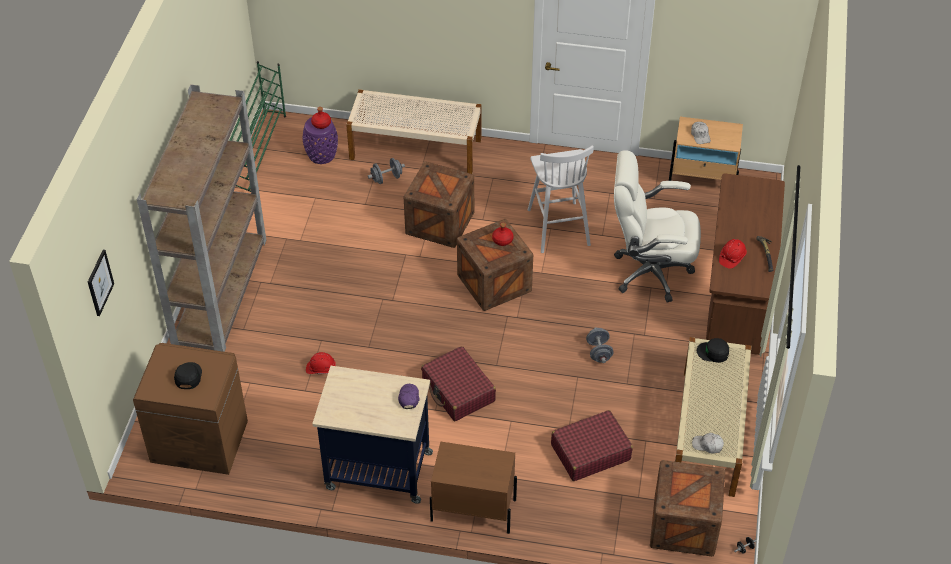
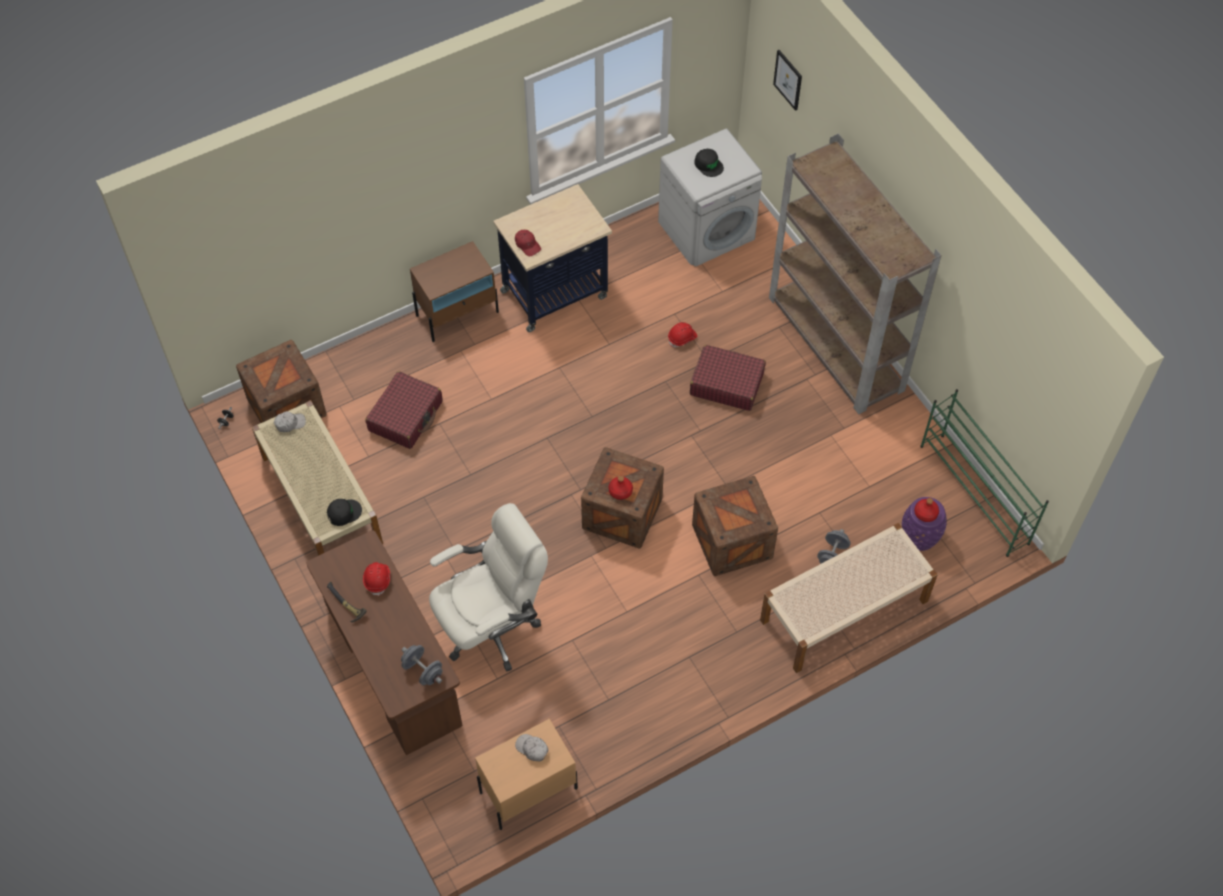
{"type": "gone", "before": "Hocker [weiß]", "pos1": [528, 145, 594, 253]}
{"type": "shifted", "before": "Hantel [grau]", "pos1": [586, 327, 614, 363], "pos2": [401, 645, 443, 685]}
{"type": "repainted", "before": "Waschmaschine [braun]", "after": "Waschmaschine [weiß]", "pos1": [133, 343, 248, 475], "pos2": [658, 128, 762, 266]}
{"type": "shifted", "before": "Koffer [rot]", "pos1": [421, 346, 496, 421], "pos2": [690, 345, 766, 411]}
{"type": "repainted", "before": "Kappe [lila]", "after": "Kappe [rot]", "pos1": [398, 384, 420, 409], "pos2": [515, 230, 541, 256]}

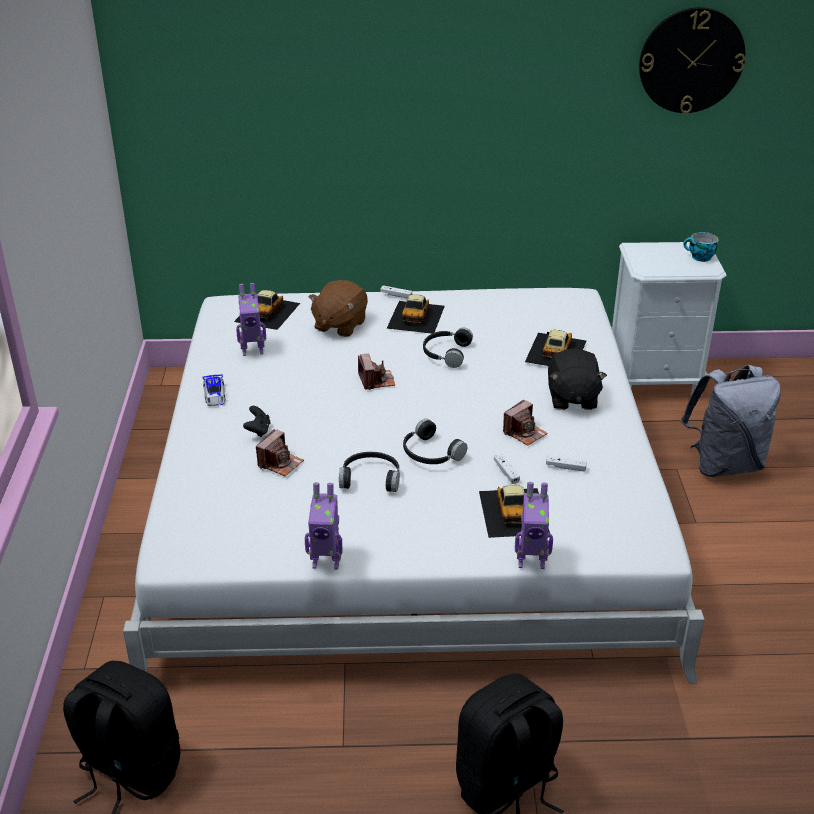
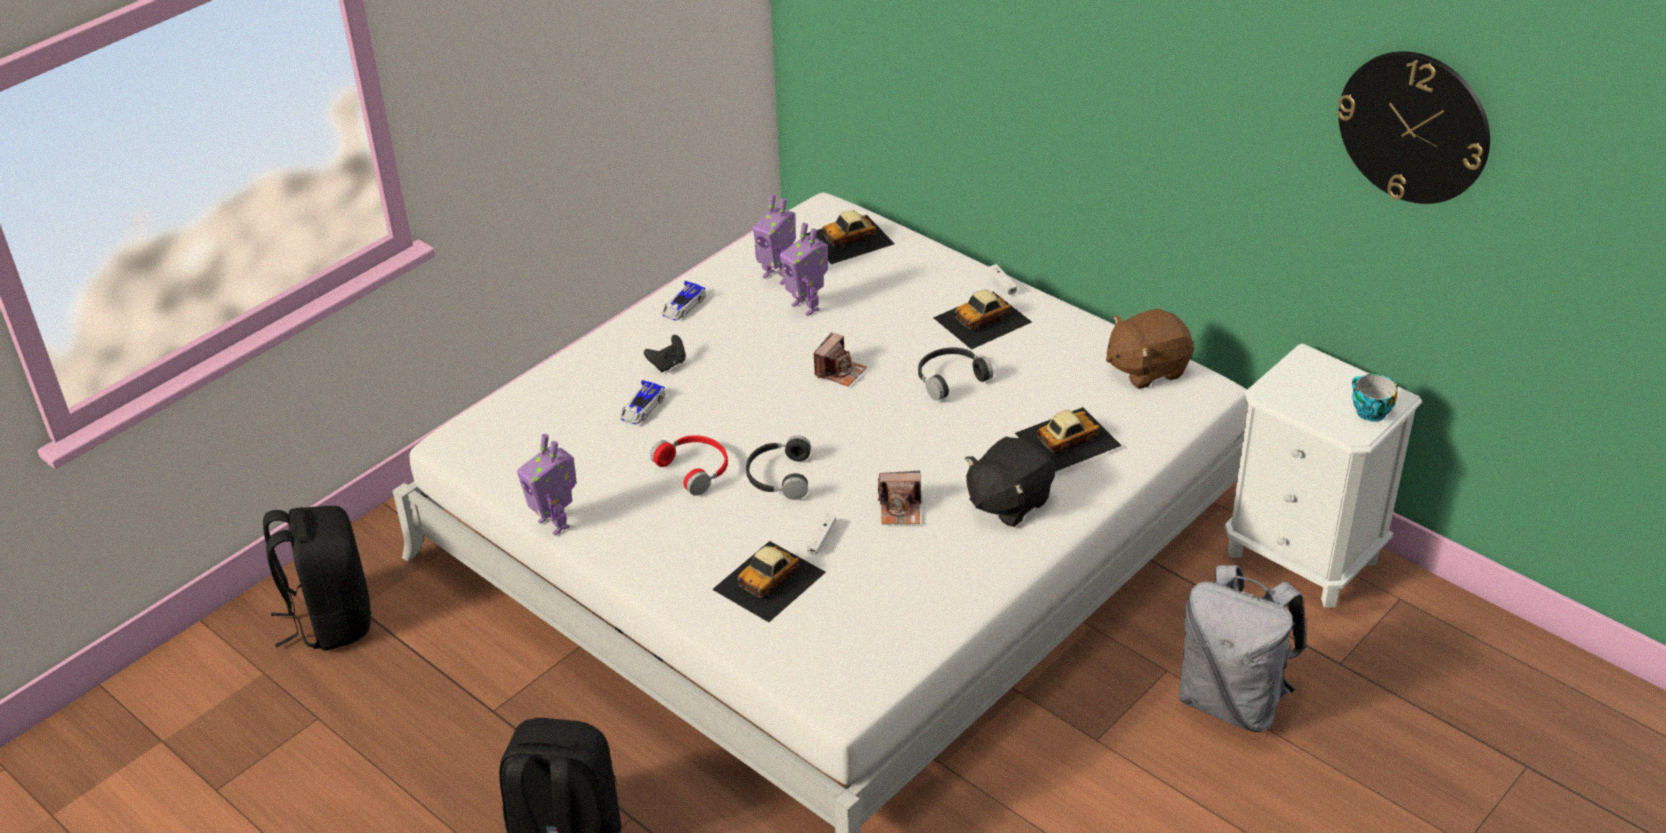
{"type": "shifted", "before": "Plüschtier [braun]", "pos1": [308, 280, 368, 337], "pos2": [1106, 308, 1194, 389]}
{"type": "swapped", "before": "Kamera", "after": "Spielzeugauto", "pos1": [256, 429, 304, 476], "pos2": [620, 380, 666, 425]}
{"type": "repainted", "before": "Kopfhörer [schwarz]", "after": "Kopfhörer [rot]", "pos1": [339, 452, 400, 492], "pos2": [650, 435, 728, 496]}
{"type": "gone", "before": "Gamepad [weiß]", "pos1": [546, 456, 587, 472]}
{"type": "shifted", "before": "Spielzeugroboter", "pos1": [515, 482, 553, 569], "pos2": [780, 223, 828, 316]}

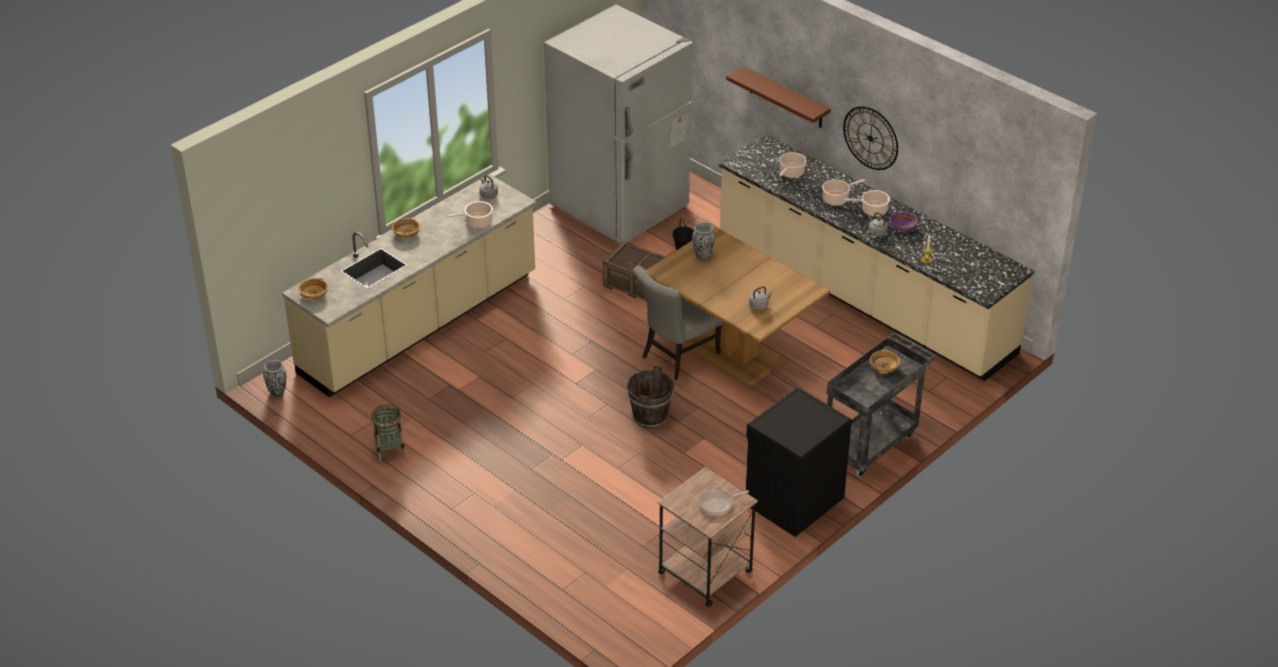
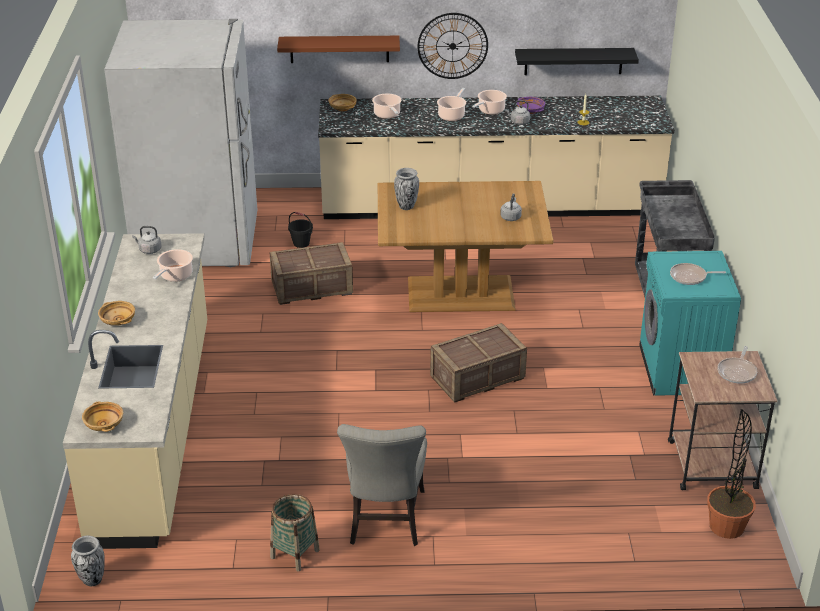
{"type": "shifted", "before": "Stuhl [grau]", "pos1": [633, 266, 723, 380], "pos2": [337, 424, 427, 546]}
{"type": "shifted", "before": "Schüssel [beige]", "pos1": [870, 349, 901, 374], "pos2": [328, 94, 357, 111]}
{"type": "swapped", "before": "Eimer [braun]", "after": "Kiste", "pos1": [627, 365, 674, 428], "pos2": [430, 323, 527, 403]}
{"type": "repainted", "before": "Waschmaschine [schwarz]", "after": "Waschmaschine [türkis]", "pos1": [746, 387, 852, 537], "pos2": [639, 251, 741, 396]}
{"type": "new", "after": "Wandregal [schwarz]", "pos2": [515, 48, 639, 75]}
{"type": "new", "after": "Pfanne", "pos2": [670, 263, 726, 285]}
{"type": "new", "after": "Topfpflanze", "pos2": [707, 409, 756, 539]}

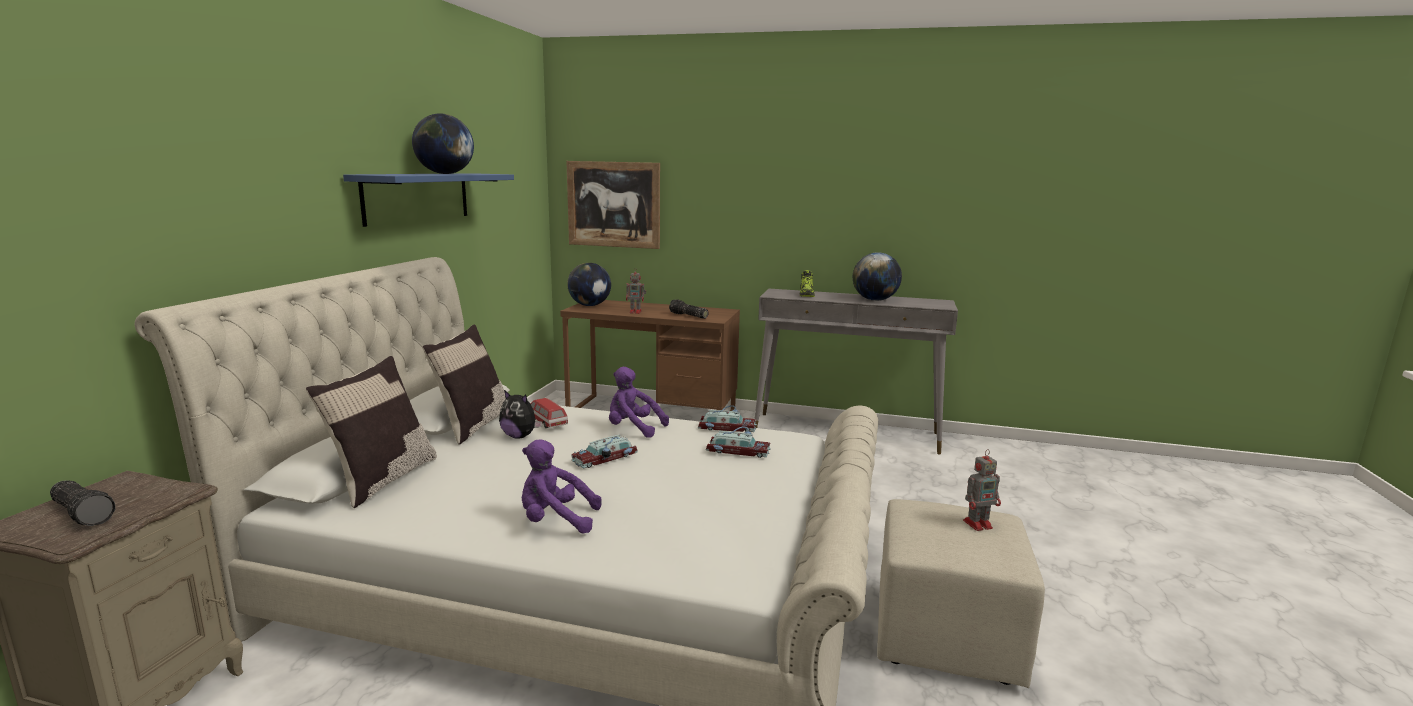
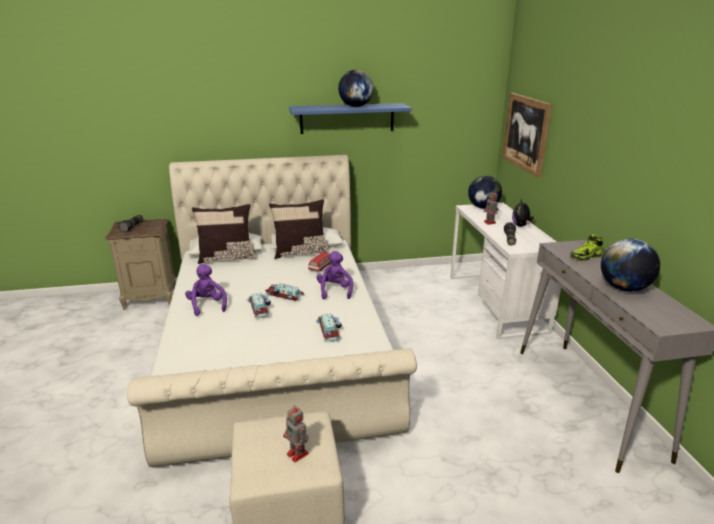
{"type": "repainted", "before": "Schreibtisch [braun]", "after": "Schreibtisch [weiß]", "pos1": [560, 300, 740, 411], "pos2": [450, 203, 561, 339]}
{"type": "shifted", "before": "Plüschtier", "pos1": [499, 390, 542, 439], "pos2": [512, 200, 534, 227]}
{"type": "shifted", "before": "Spielzeugauto", "pos1": [698, 405, 757, 432], "pos2": [247, 292, 271, 318]}

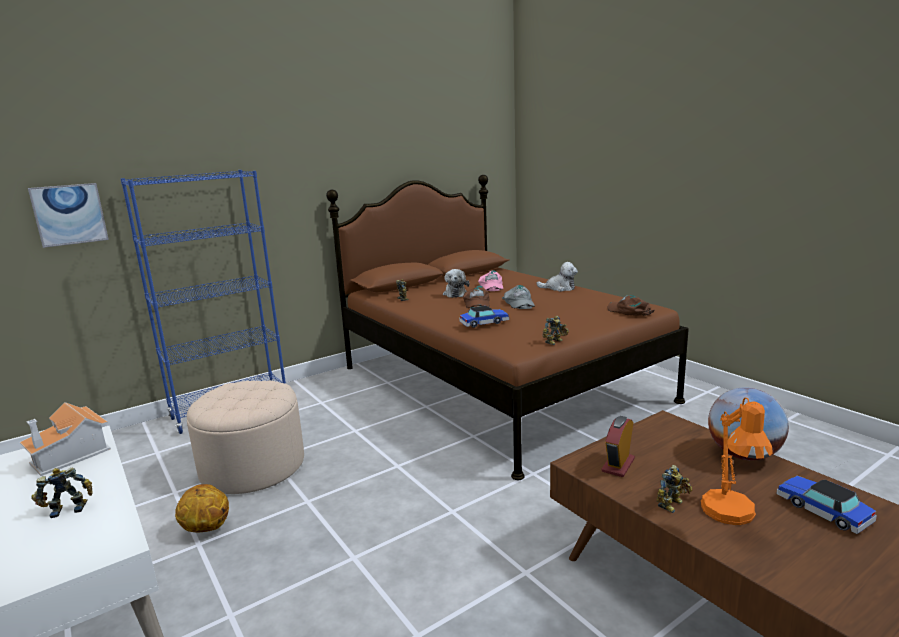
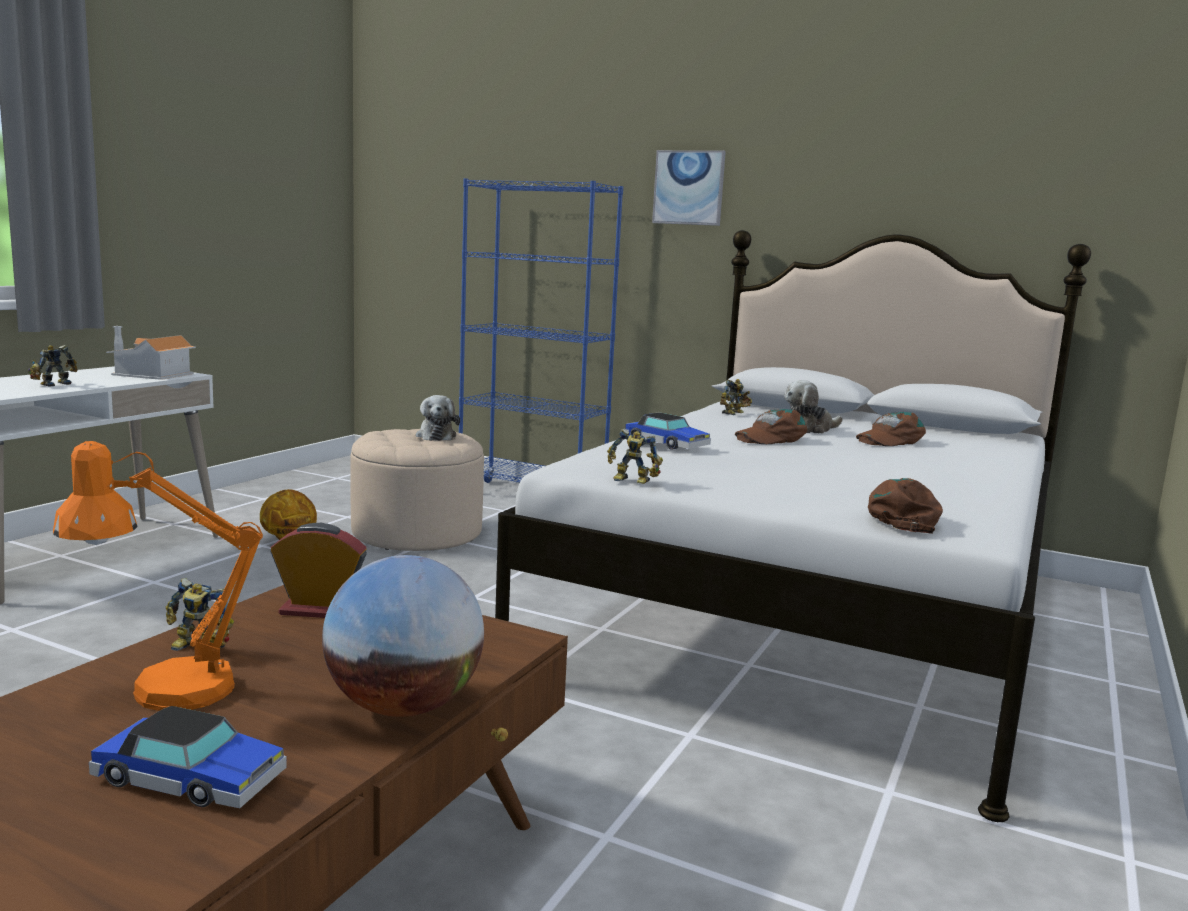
{"type": "repainted", "before": "Bett [braun]", "after": "Bett [weiß]", "pos1": [326, 175, 689, 480], "pos2": [495, 230, 1091, 822]}
{"type": "shifted", "before": "Bild", "pos1": [28, 183, 109, 248], "pos2": [652, 150, 726, 226]}
{"type": "shifted", "before": "Plüschtier", "pos1": [536, 262, 578, 292], "pos2": [416, 395, 460, 441]}
{"type": "repainted", "before": "Kappe [rosa]", "after": "Kappe [braun]", "pos1": [478, 270, 503, 291], "pos2": [856, 412, 926, 446]}
{"type": "gone", "before": "Kappe [grau]", "pos1": [502, 285, 535, 309]}
{"type": "rotated", "before": "Spielzeugroboter", "pos1": [31, 468, 93, 518], "pos2": [28, 345, 78, 386], "turn": -105}
{"type": "rotated", "before": "Spielzeugauto", "pos1": [776, 476, 877, 534], "pos2": [89, 706, 287, 808], "turn": 75}

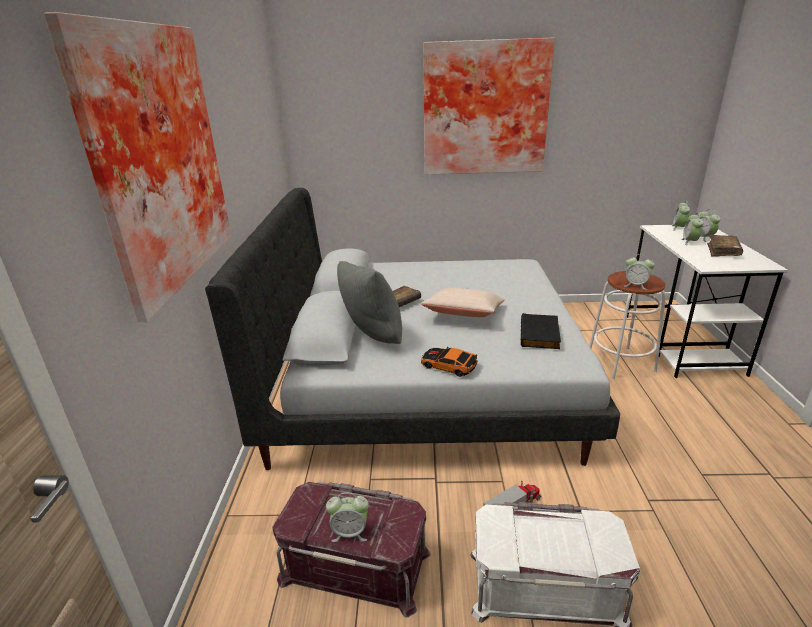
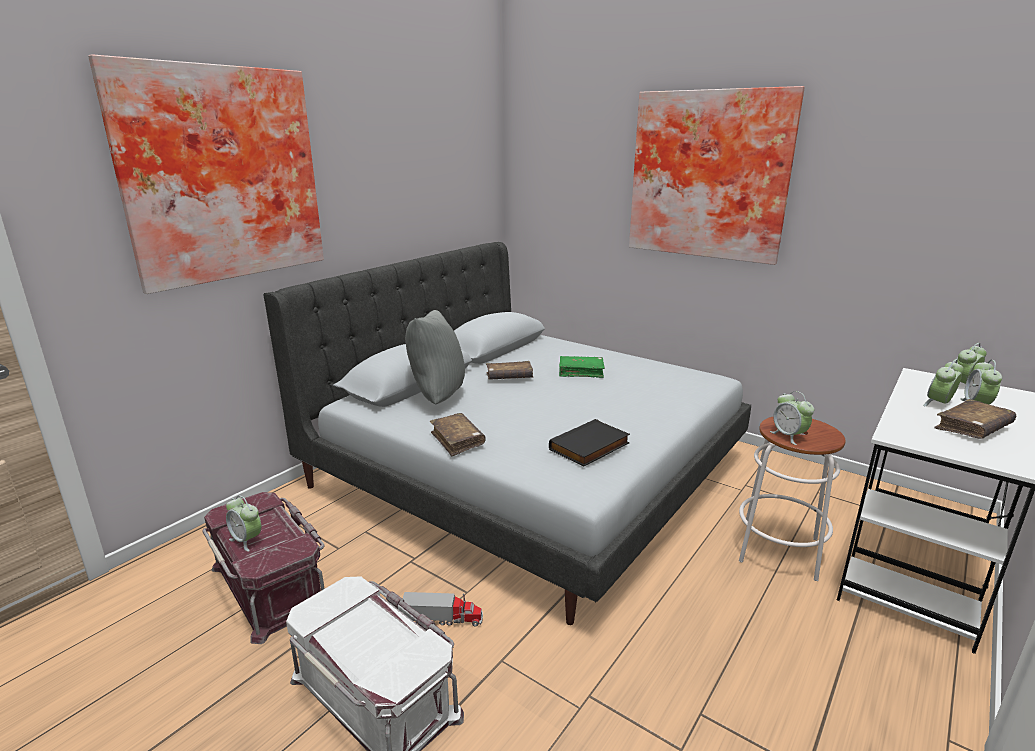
{"type": "gone", "before": "Kissen [beige]", "pos1": [421, 288, 505, 317]}
{"type": "swapped", "before": "Spielzeugauto", "after": "Buch [braun]", "pos1": [421, 347, 478, 377], "pos2": [430, 413, 486, 456]}
{"type": "new", "after": "Buch [grün]", "pos2": [559, 356, 605, 378]}

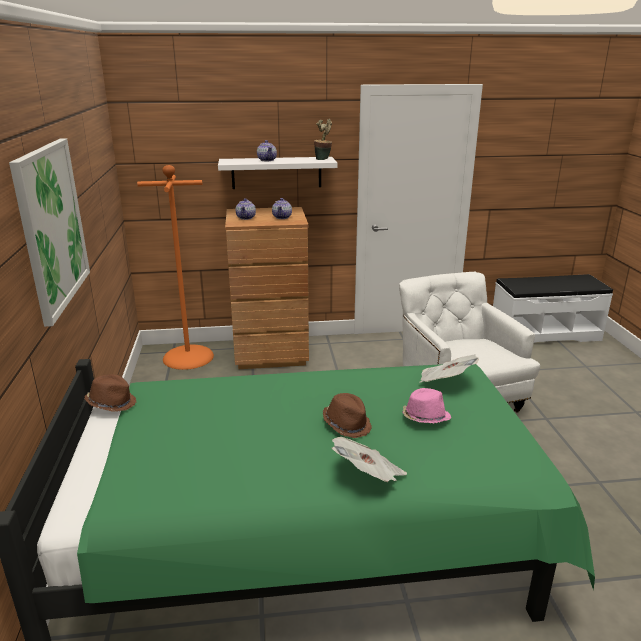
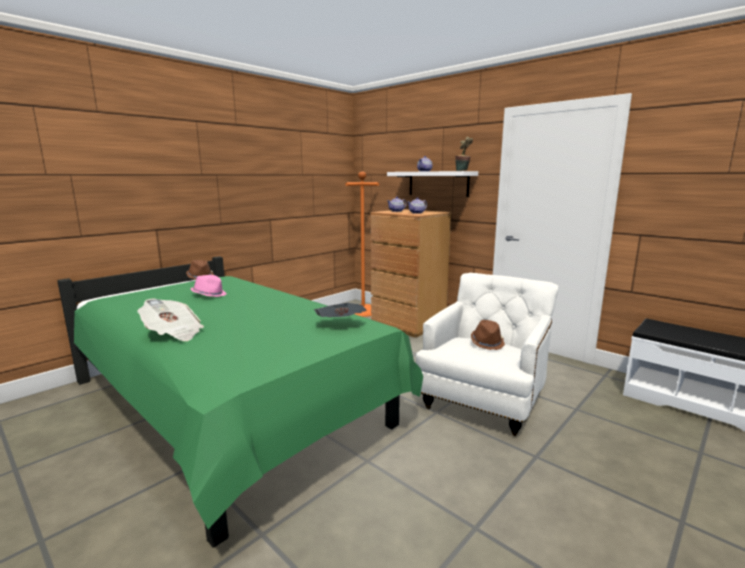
{"type": "gone", "before": "Bild", "pos1": [9, 138, 90, 327]}
{"type": "shifted", "before": "Hut [rosa]", "pos1": [402, 388, 451, 424], "pos2": [191, 275, 227, 297]}
{"type": "shifted", "before": "Hut [braun]", "pos1": [323, 393, 372, 438], "pos2": [471, 320, 505, 350]}

